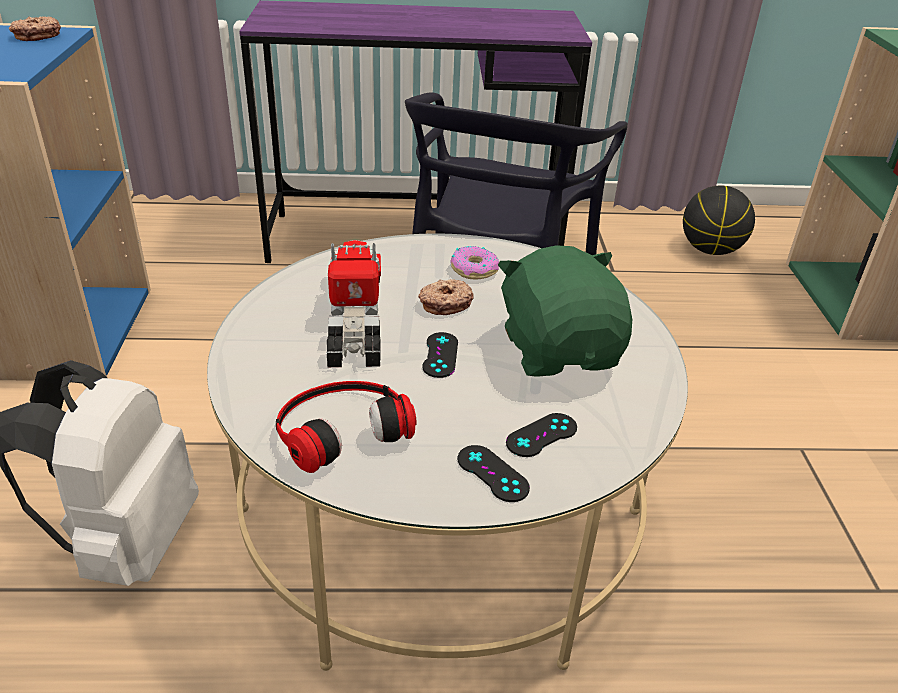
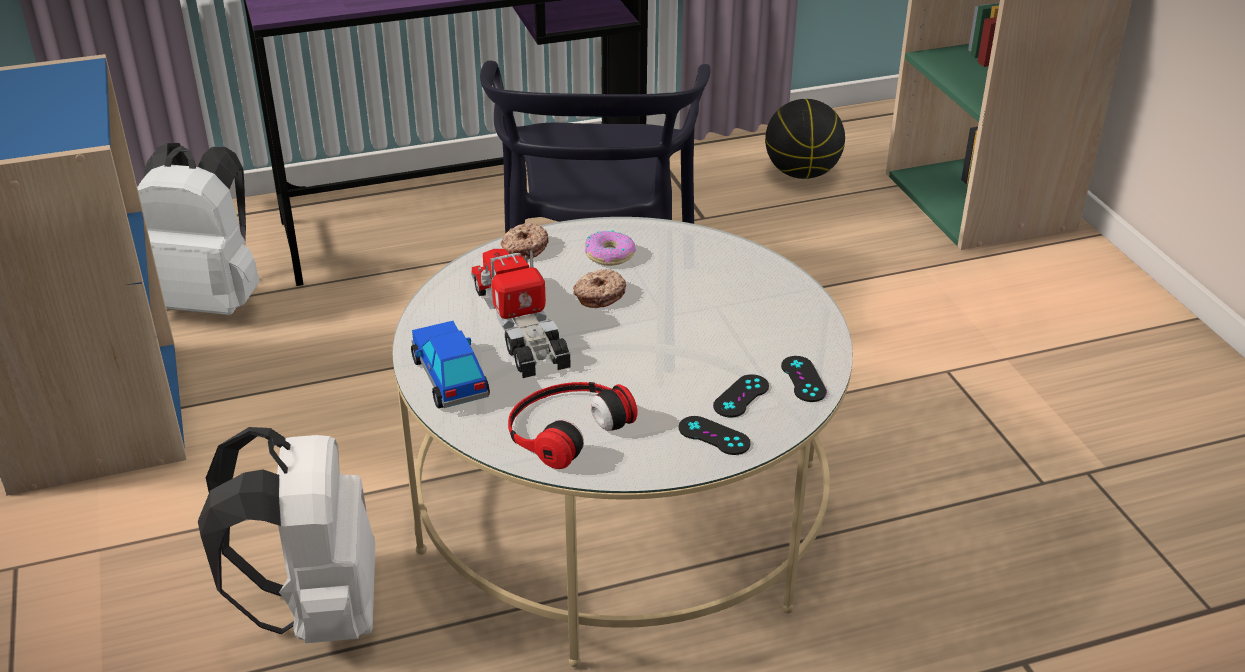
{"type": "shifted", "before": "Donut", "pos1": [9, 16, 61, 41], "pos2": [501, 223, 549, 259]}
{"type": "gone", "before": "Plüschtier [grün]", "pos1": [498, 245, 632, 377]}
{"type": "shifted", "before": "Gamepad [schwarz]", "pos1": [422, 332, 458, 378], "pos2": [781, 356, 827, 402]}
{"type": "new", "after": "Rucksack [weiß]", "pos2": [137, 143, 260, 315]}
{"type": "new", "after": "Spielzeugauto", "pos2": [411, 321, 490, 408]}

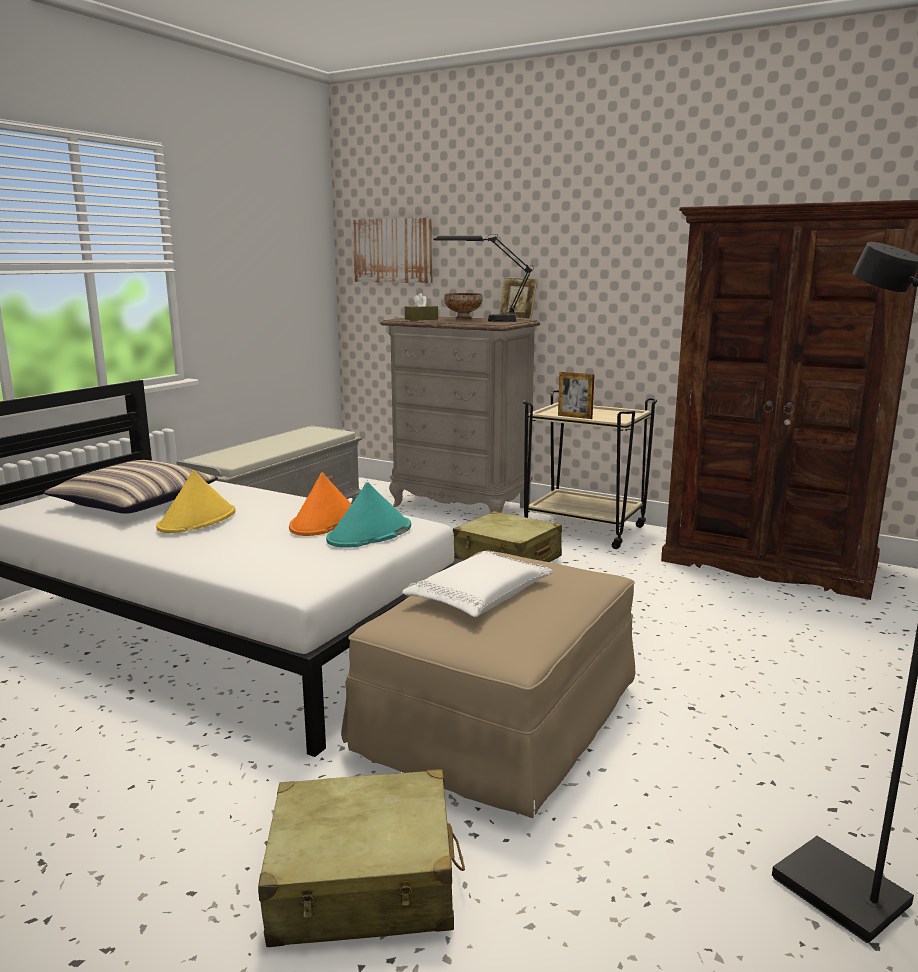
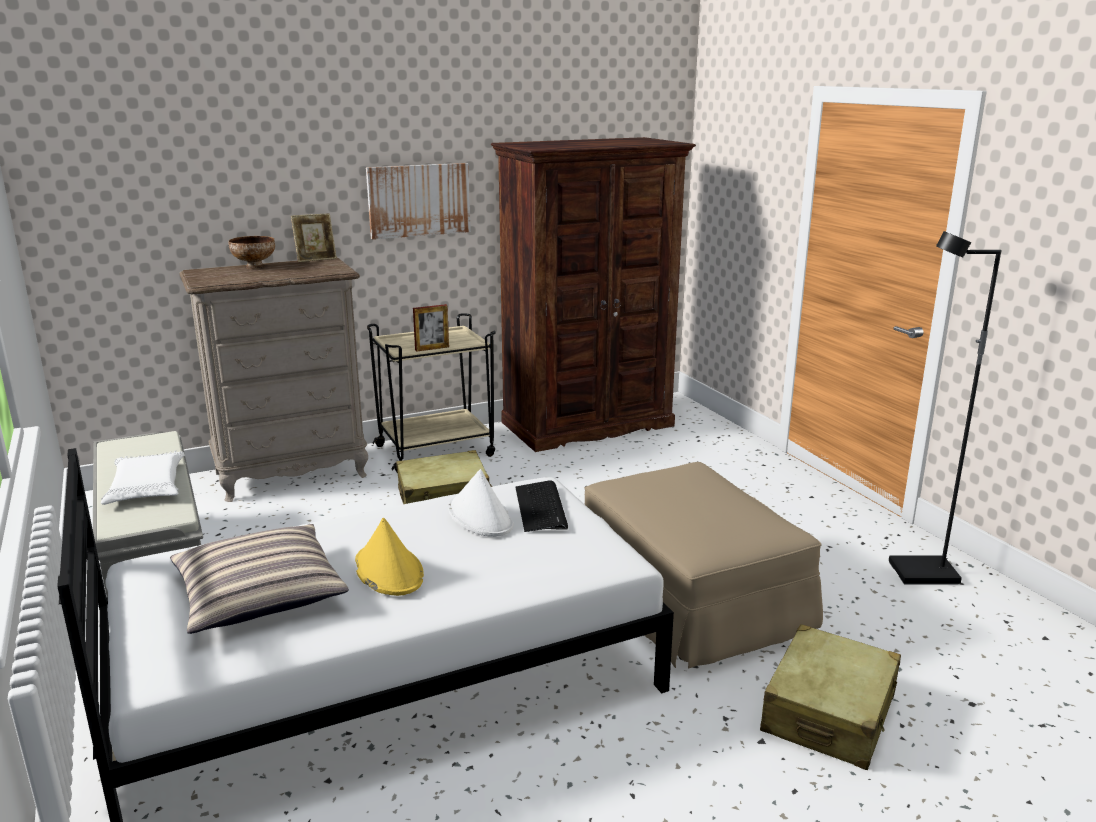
{"type": "shifted", "before": "Bild", "pos1": [353, 218, 432, 283], "pos2": [366, 163, 471, 240]}
{"type": "gone", "before": "Tischlampe [schwarz]", "pos1": [434, 234, 534, 322]}
{"type": "gone", "before": "Taschentuchbox [braun]", "pos1": [405, 293, 438, 321]}
{"type": "repainted", "before": "Hut [orange]", "after": "Hut [weiß]", "pos1": [289, 472, 352, 536], "pos2": [448, 469, 514, 537]}
{"type": "swapped", "before": "Hut [türkis]", "after": "Tastatur", "pos1": [326, 482, 411, 548], "pos2": [515, 480, 568, 532]}
{"type": "shifted", "before": "Kissen [weiß]", "pos1": [402, 551, 553, 617], "pos2": [101, 451, 185, 505]}

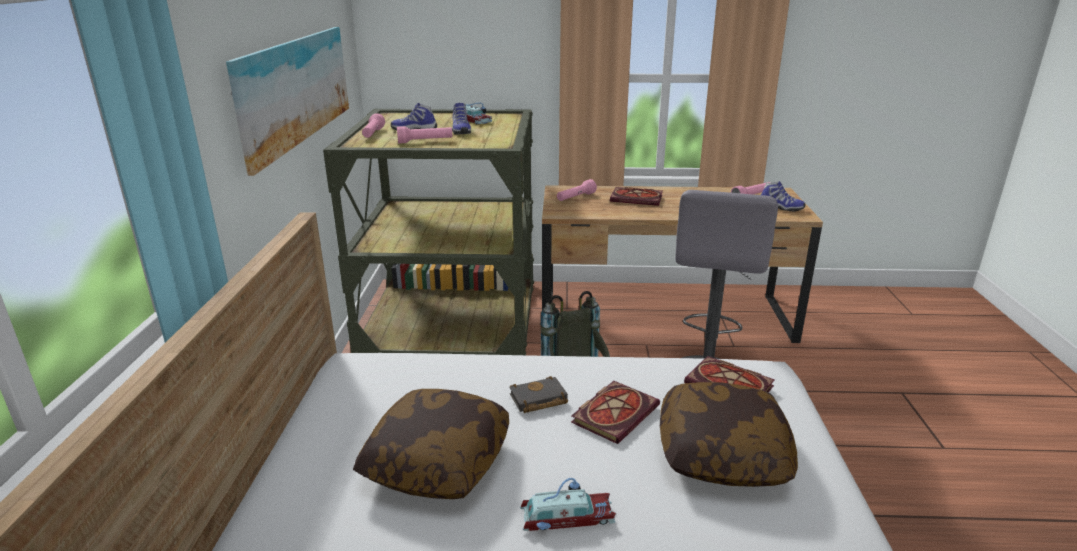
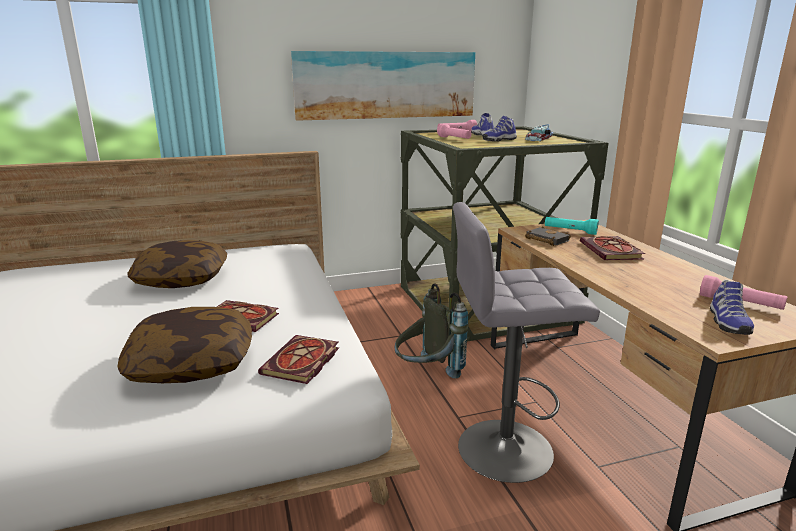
{"type": "repainted", "before": "Taschenlampe [rosa]", "after": "Taschenlampe [türkis]", "pos1": [557, 179, 597, 201], "pos2": [545, 217, 599, 235]}
{"type": "shifted", "before": "Buch [schwarz]", "pos1": [509, 376, 568, 413], "pos2": [525, 226, 571, 246]}
{"type": "gone", "before": "Spielzeugauto", "pos1": [520, 478, 616, 531]}

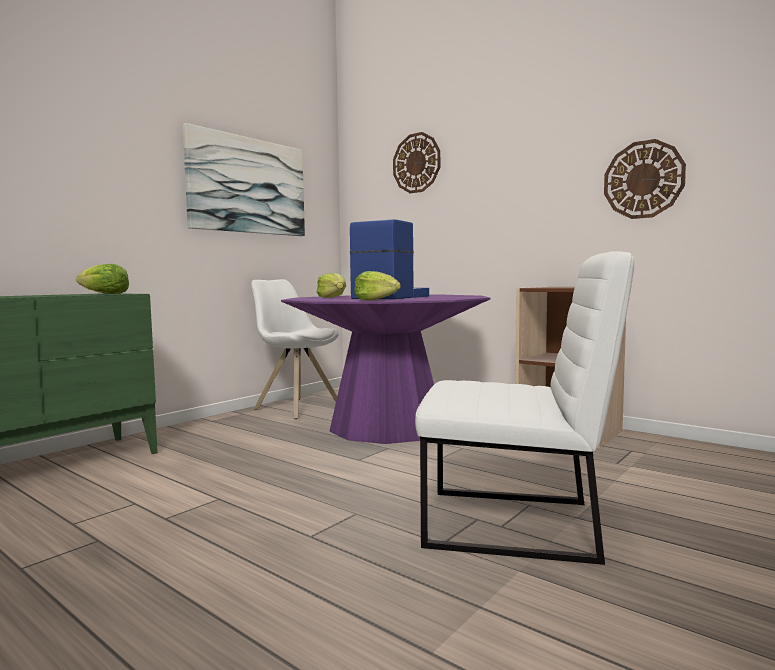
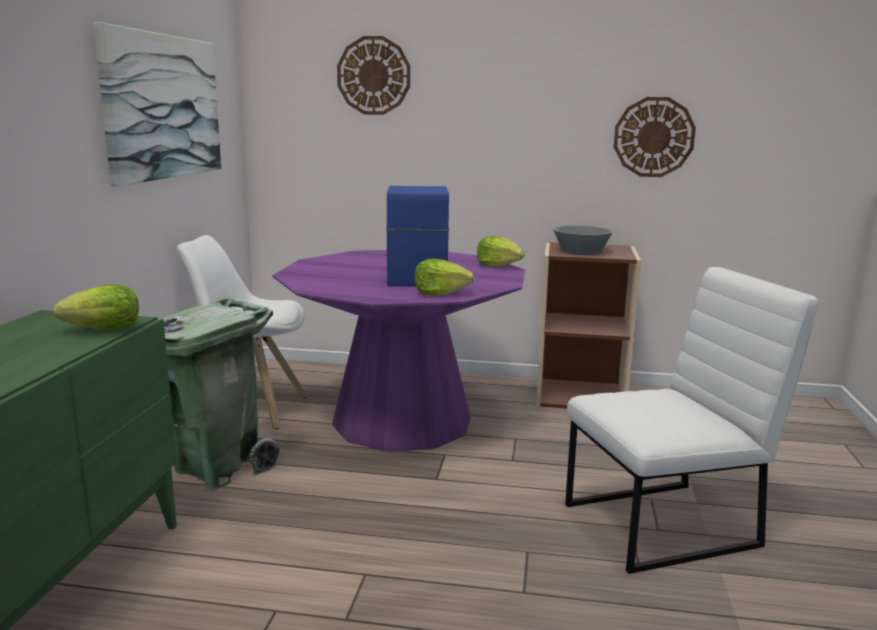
{"type": "shifted", "before": "Salatkopf", "pos1": [317, 273, 346, 298], "pos2": [477, 236, 525, 267]}
{"type": "new", "after": "Schüssel [grau]", "pos2": [553, 225, 613, 255]}
{"type": "new", "after": "Mülleimer [grün]", "pos2": [162, 298, 279, 490]}

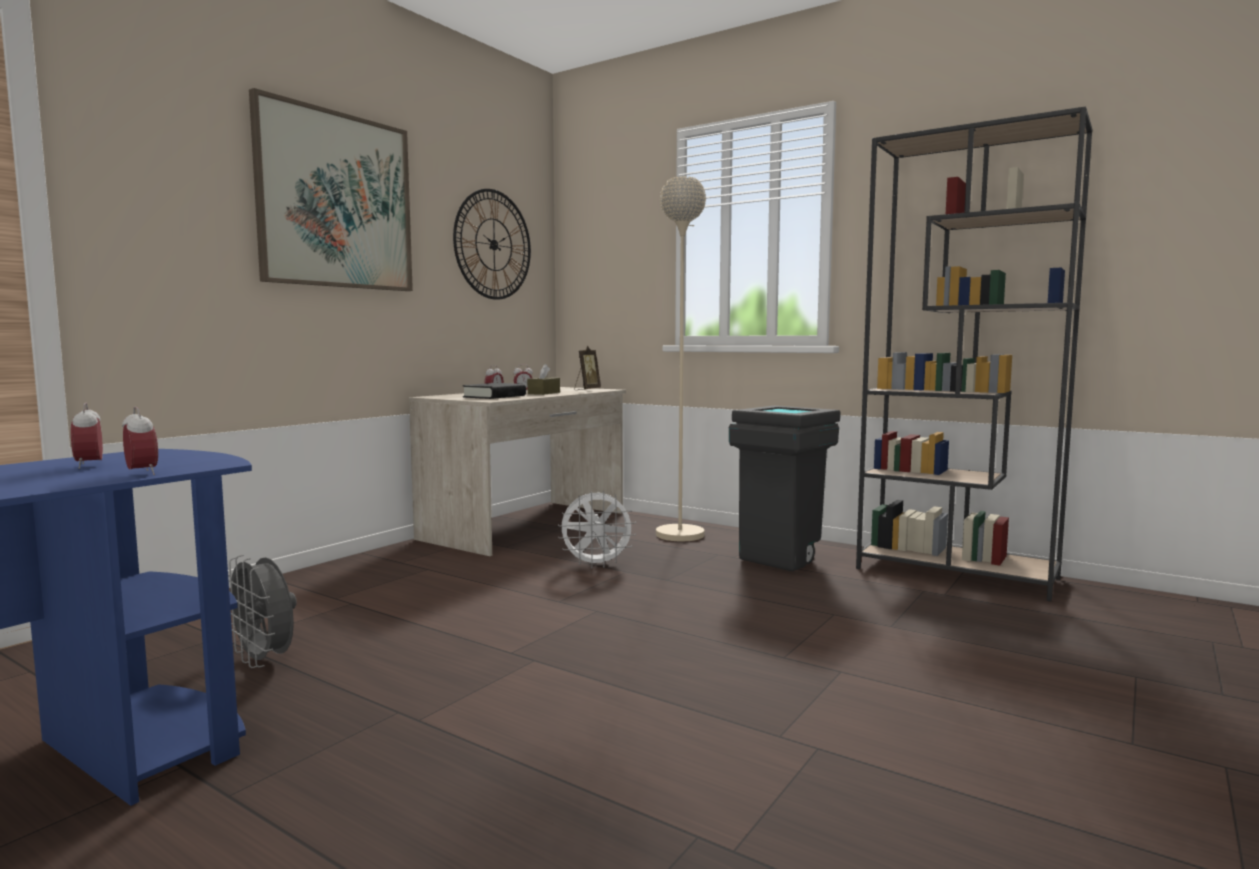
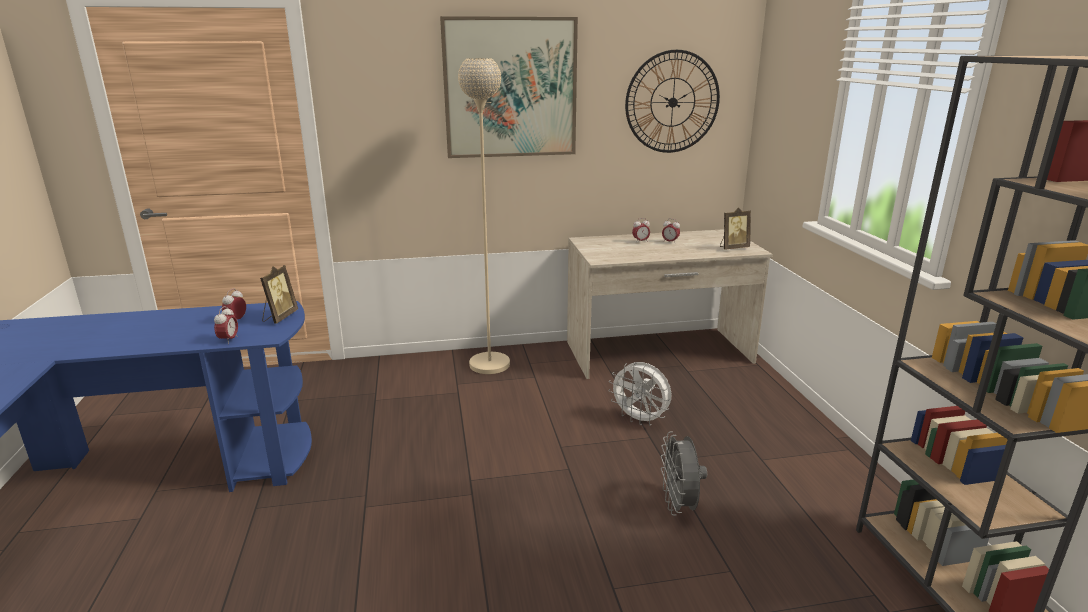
{"type": "shifted", "before": "Stehlampe [beige]", "pos1": [656, 176, 706, 541], "pos2": [458, 58, 510, 374]}
{"type": "gone", "before": "Taschentuchbox [braun]", "pos1": [527, 364, 560, 395]}
{"type": "gone", "before": "Buch [schwarz]", "pos1": [462, 383, 526, 399]}
{"type": "gone", "before": "Mülleimer [grau]", "pos1": [729, 406, 840, 571]}
{"type": "shifted", "before": "Ventilator [grau]", "pos1": [228, 555, 297, 668], "pos2": [661, 431, 707, 516]}
{"type": "new", "after": "Bilderrahmen", "pos2": [260, 265, 298, 324]}

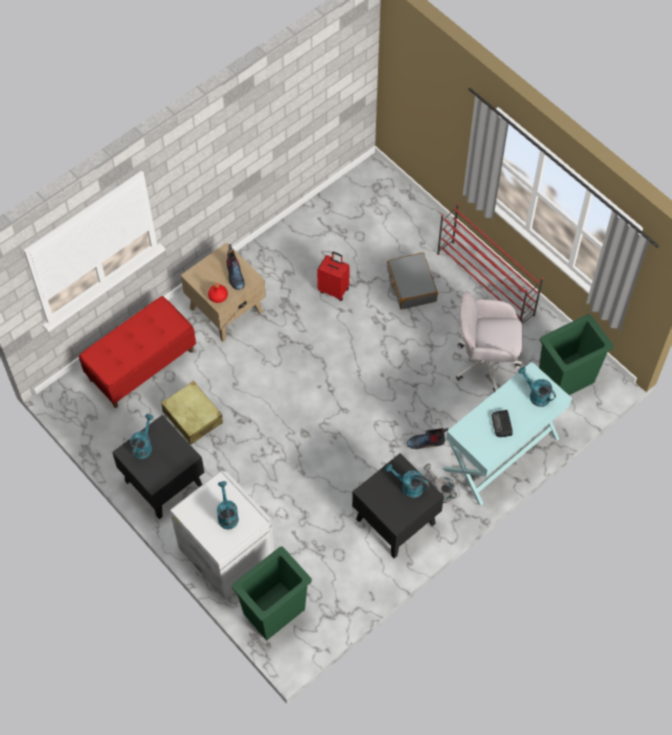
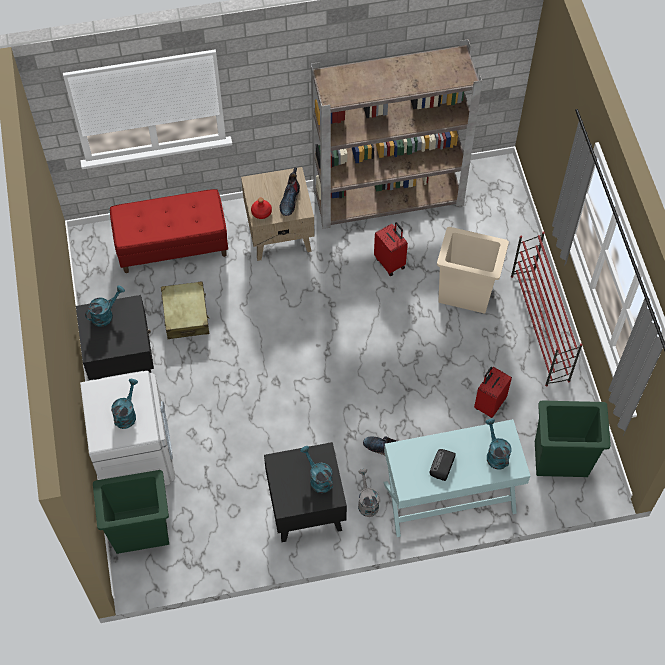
{"type": "swapped", "before": "Koffer [grau]", "after": "Mülleimer [beige]", "pos1": [387, 252, 438, 310], "pos2": [437, 227, 509, 314]}
{"type": "swapped", "before": "Bürostuhl [grau]", "after": "Koffer [rot]", "pos1": [456, 291, 523, 393], "pos2": [474, 367, 512, 418]}
{"type": "new", "after": "Bücherregal [braun]", "pos2": [311, 39, 482, 229]}

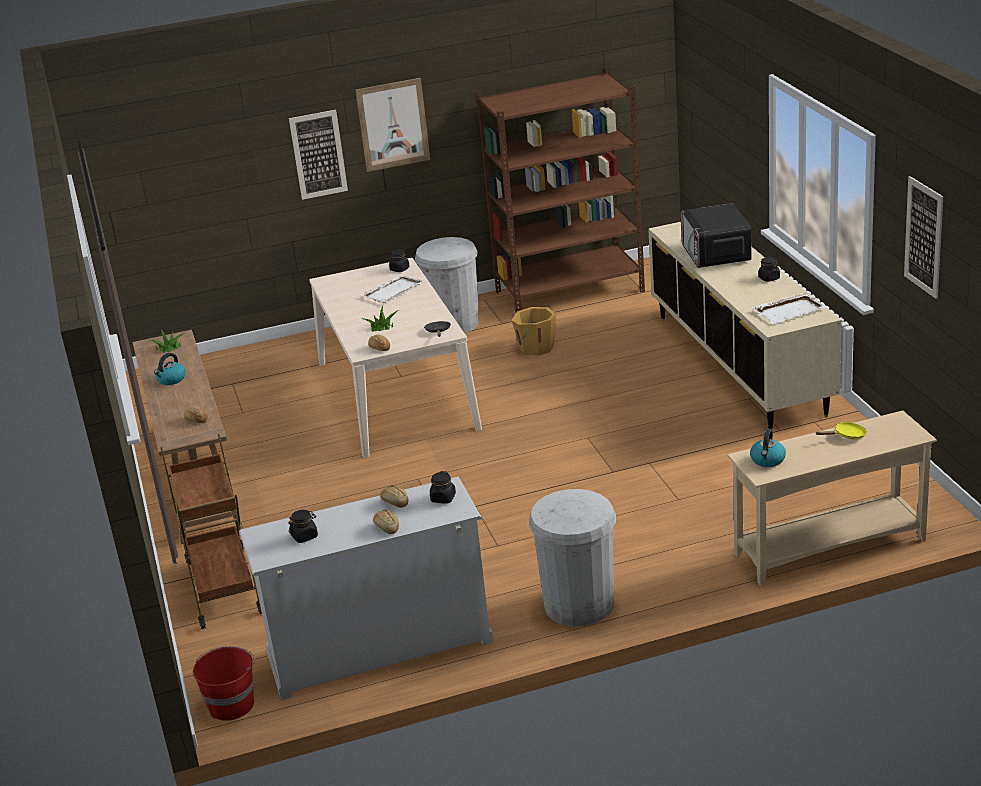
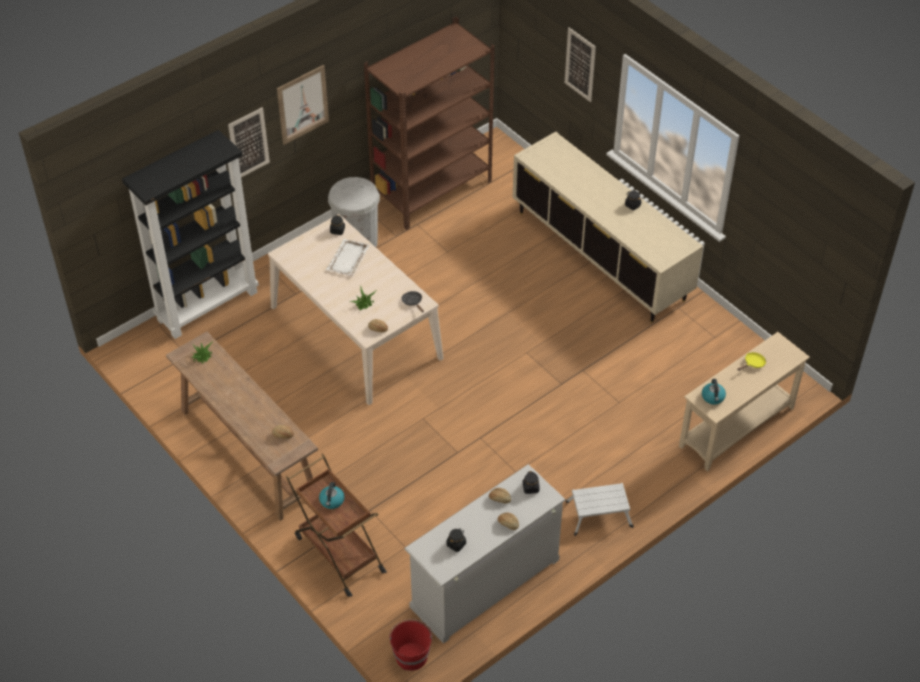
{"type": "shifted", "before": "Bild", "pos1": [904, 176, 943, 299], "pos2": [565, 28, 596, 102]}
{"type": "gone", "before": "Mikrowelle", "pos1": [681, 203, 752, 268]}
{"type": "gone", "before": "Tablett [weiß]", "pos1": [752, 292, 827, 324]}
{"type": "gone", "before": "Eimer [orange]", "pos1": [512, 307, 556, 356]}
{"type": "shifted", "before": "Wasserkessel", "pos1": [154, 353, 186, 385], "pos2": [319, 482, 345, 509]}
{"type": "swapped", "before": "Mülleimer [weiß]", "after": "Trittleiter [weiß]", "pos1": [529, 489, 616, 626], "pos2": [565, 483, 634, 536]}
{"type": "new", "after": "Bücherregal [schwarz]", "pos2": [122, 130, 259, 339]}

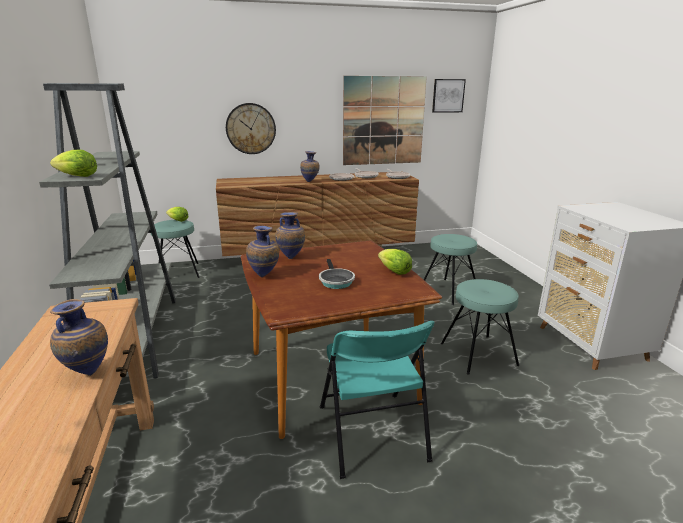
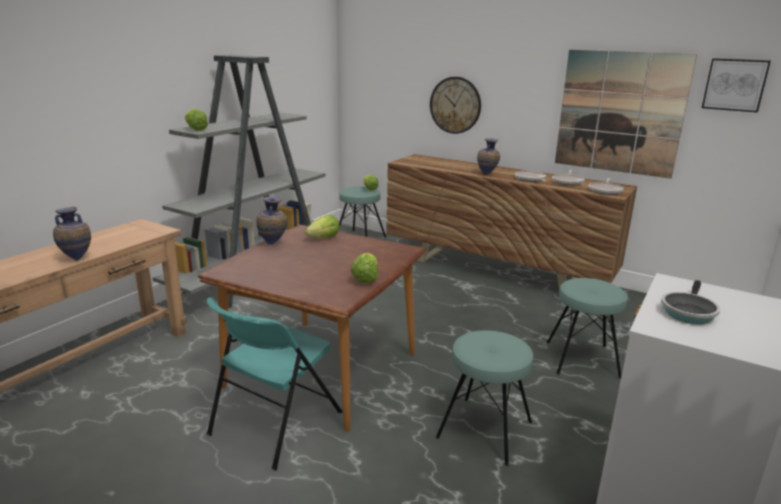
{"type": "swapped", "before": "Vase", "after": "Salatkopf", "pos1": [275, 212, 305, 259], "pos2": [305, 215, 340, 238]}
{"type": "shifted", "before": "Pfanne", "pos1": [319, 259, 355, 289], "pos2": [661, 280, 720, 324]}

